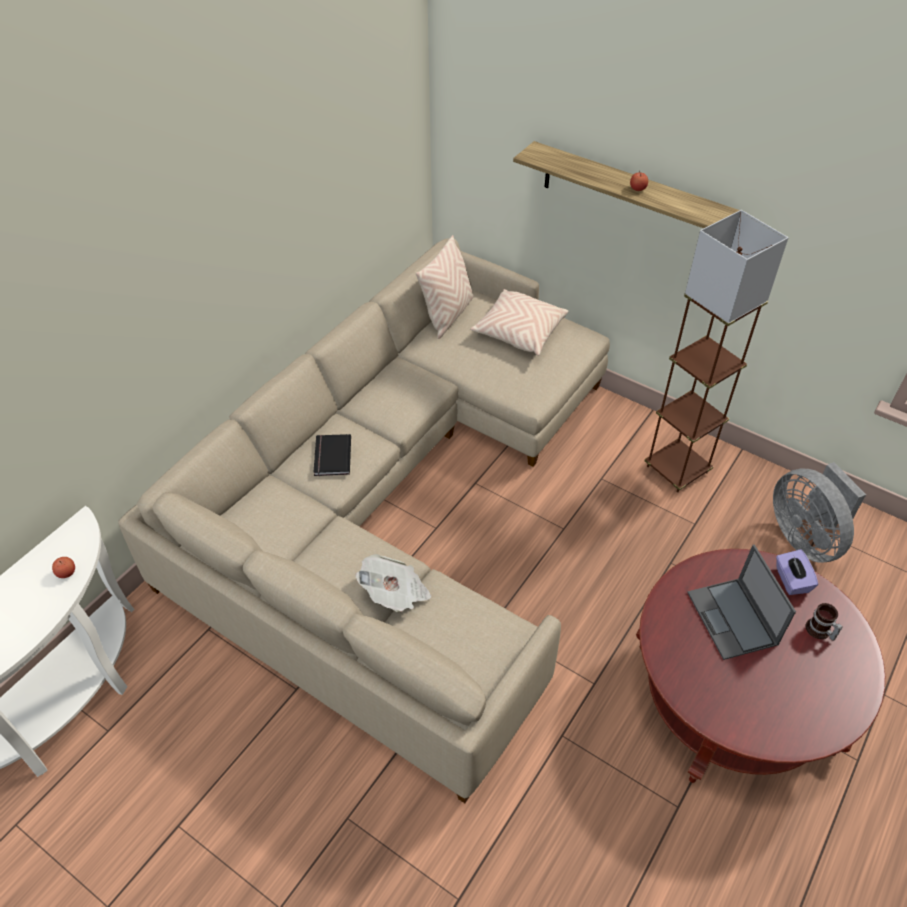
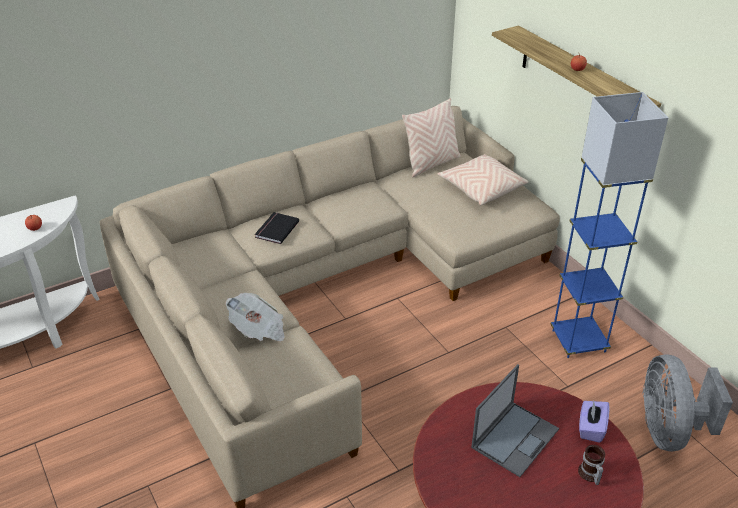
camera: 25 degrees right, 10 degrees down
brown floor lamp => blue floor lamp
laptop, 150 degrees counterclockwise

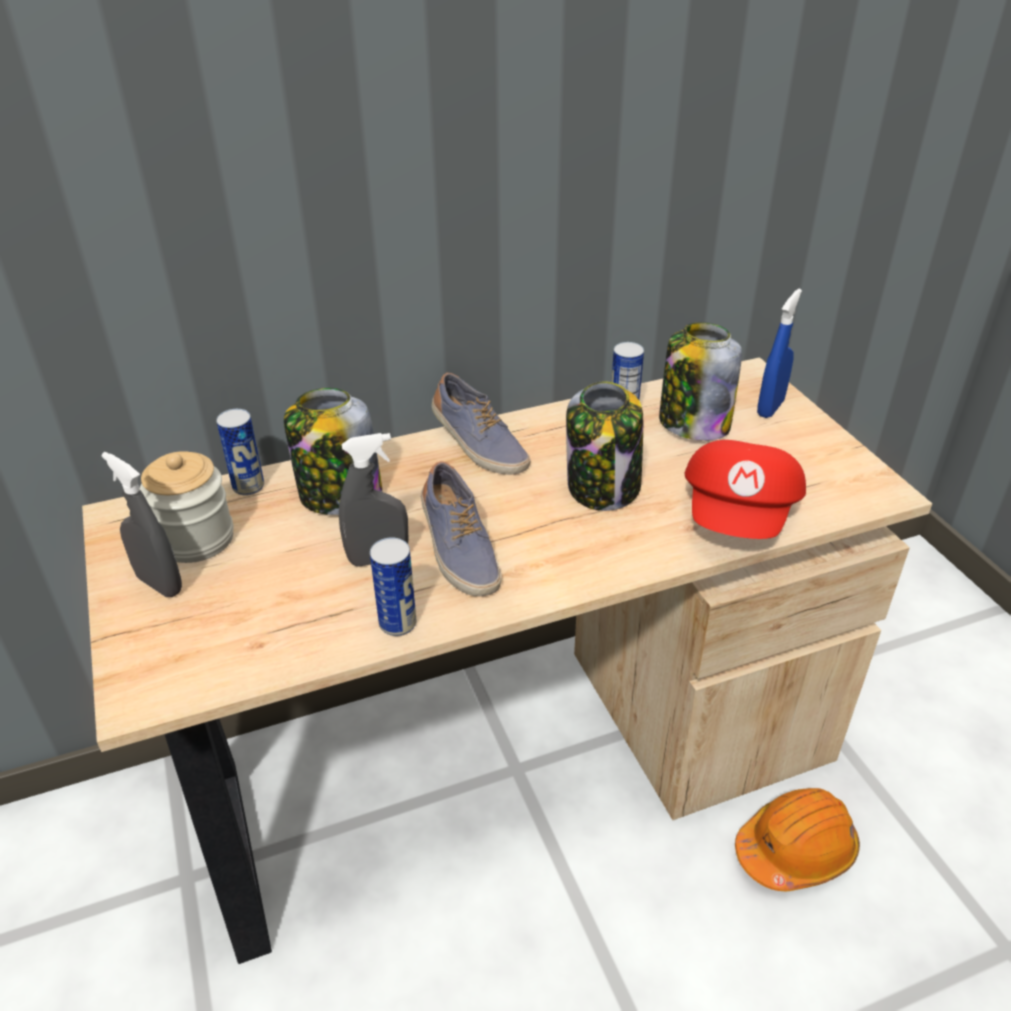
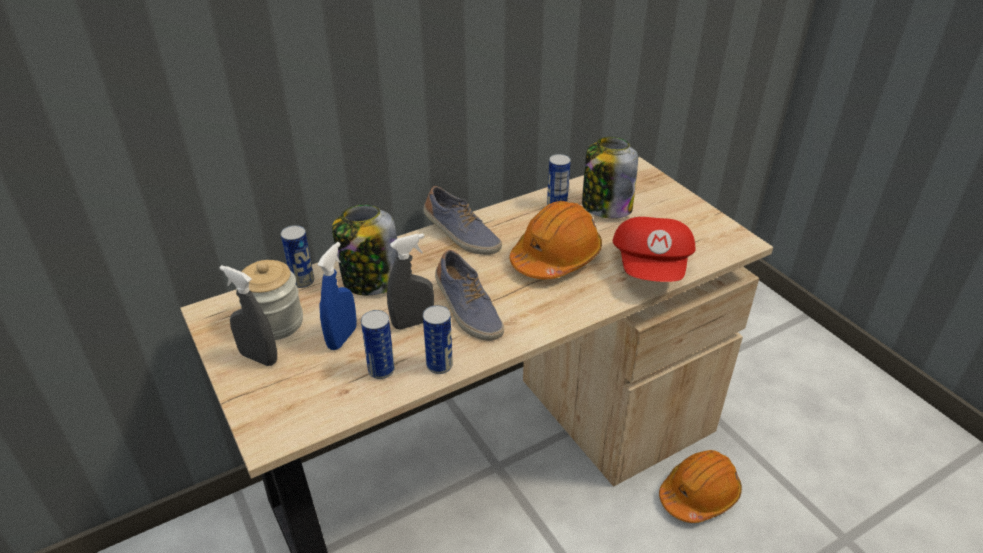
camera: 10 degrees left, 0 degrees up
nothing => can (no. 2 from left)
blue spray bottle, relocated
jar (no. 3 from left) => orange hard hat (no. 1 from left)

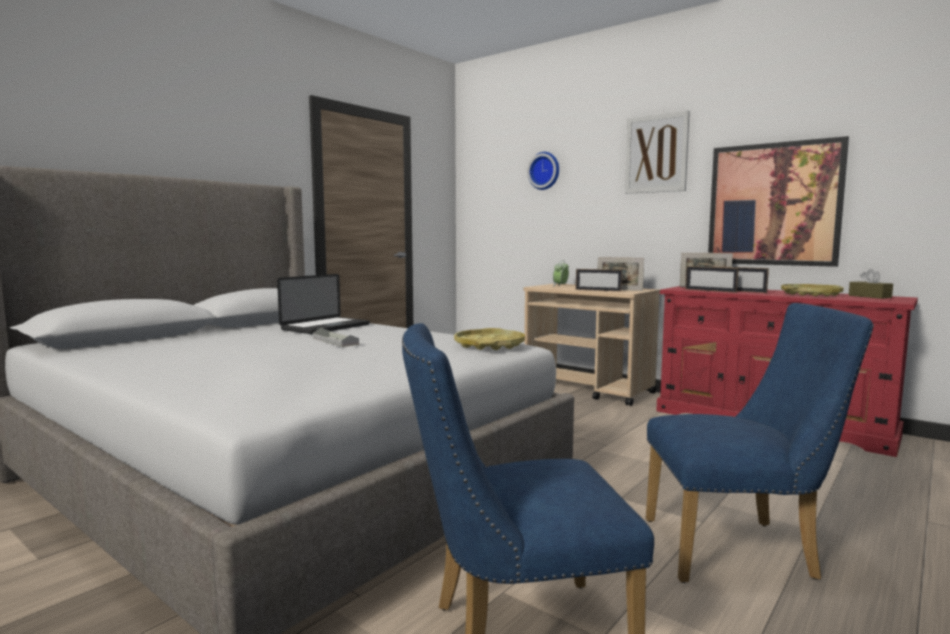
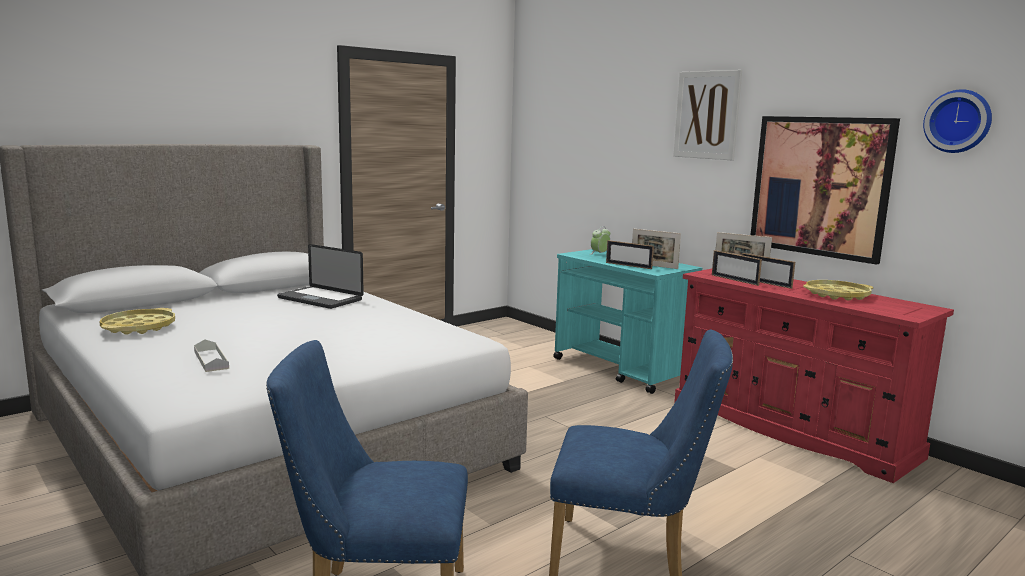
camera: 10 degrees right, 5 degrees up
brown tissue box => nothing
grey tray, relocated
yellow tray (no. 1 from left), relocated
wall clock, relocated
beige cart => turquoise cart
laptop, 75 degrees clockwise

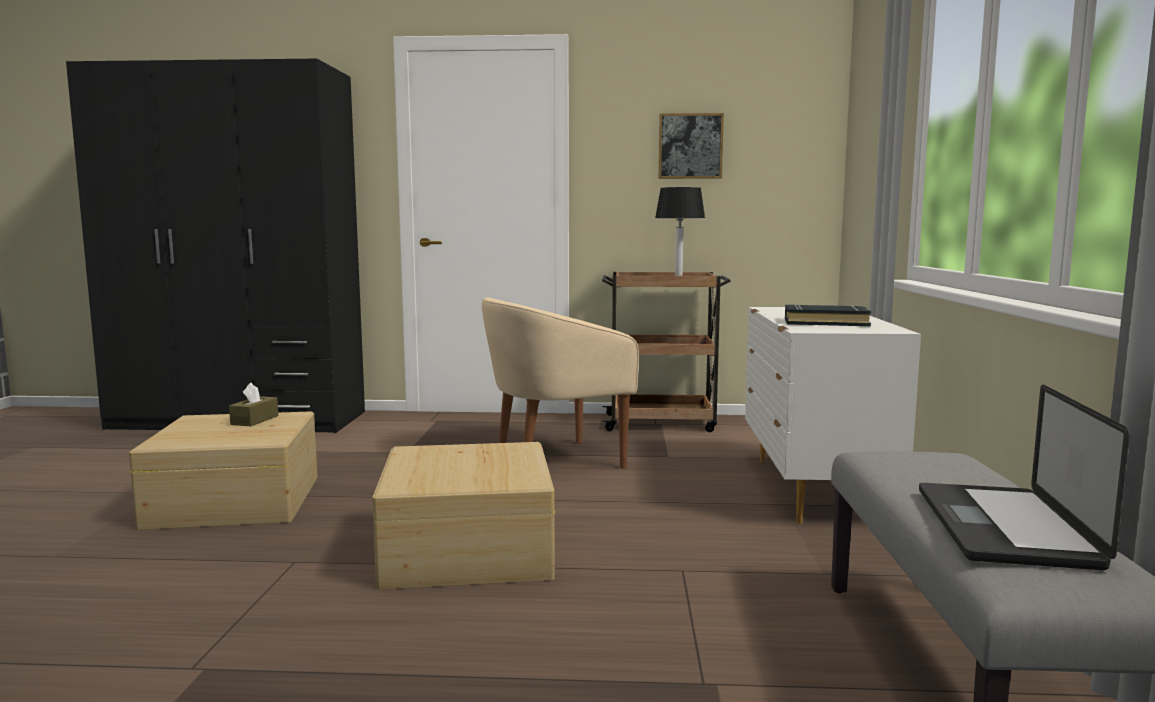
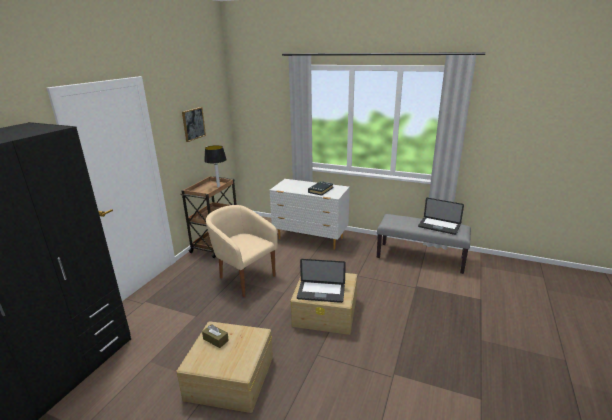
camera: 70 degrees left, 15 degrees up
nothing => laptop (no. 1 from left)
beige armchair, 135 degrees clockwise

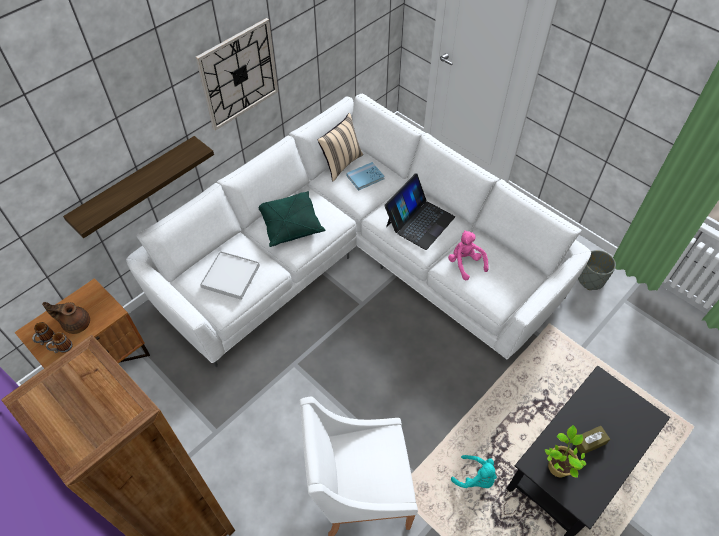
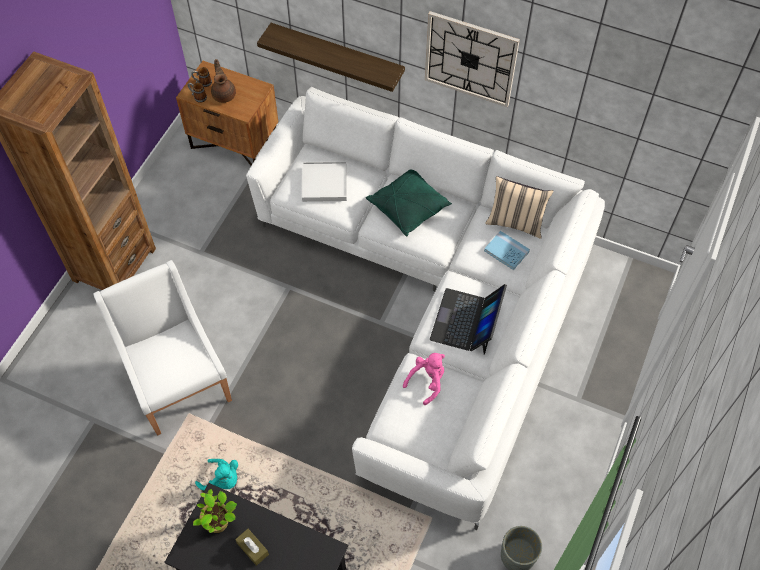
camera: 70 degrees right, 5 degrees up
laptop, 90 degrees clockwise
turquoise plush toy, 75 degrees counterclockwise

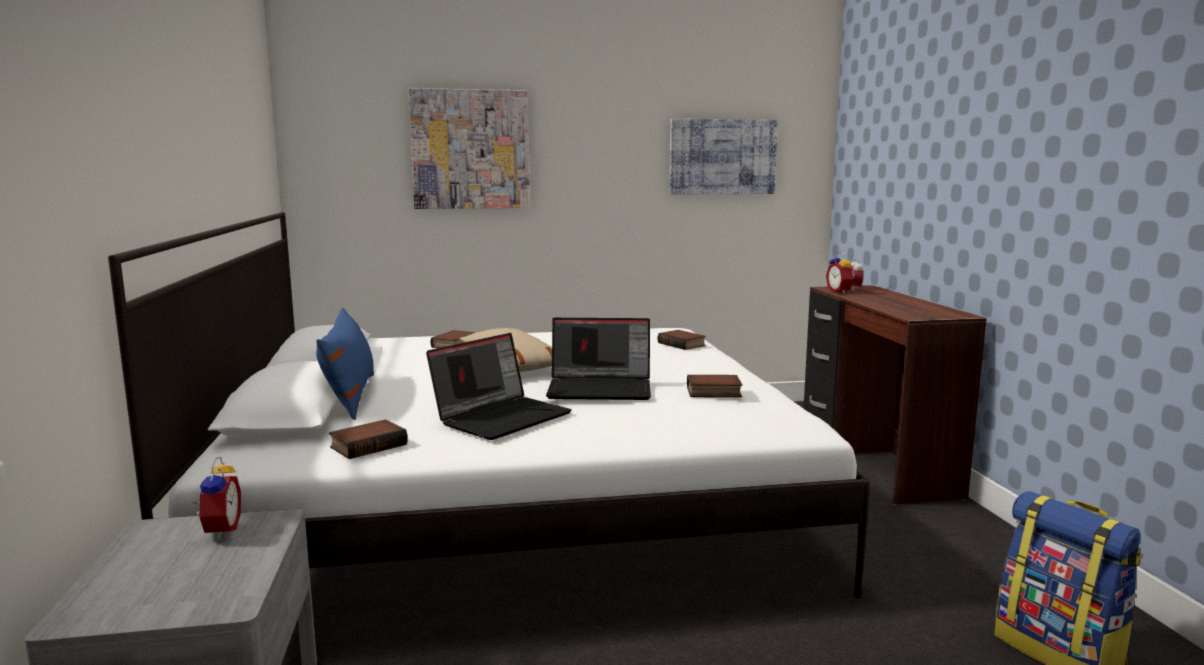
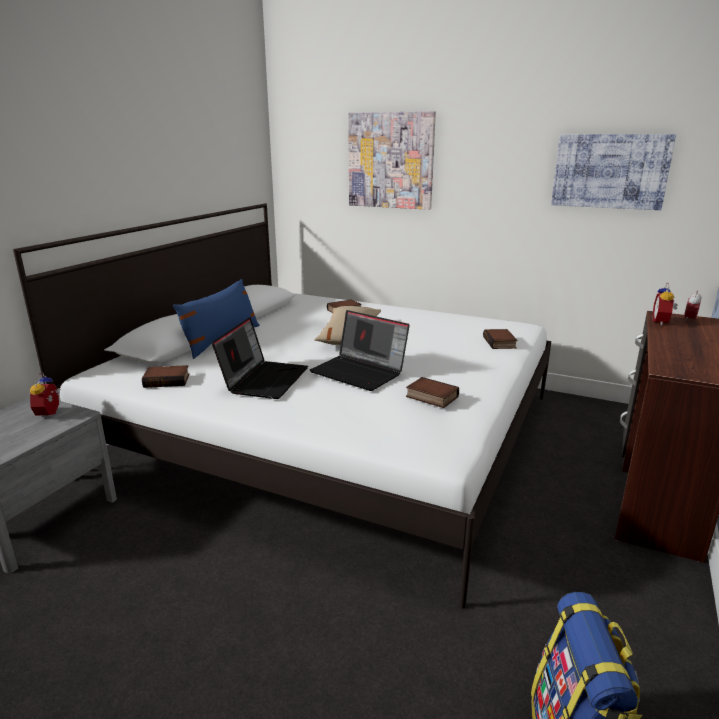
camera: 35 degrees right, 10 degrees up
alarm clock (no. 1 from left), 150 degrees clockwise
laptop (no. 1 from left), 60 degrees counterclockwise

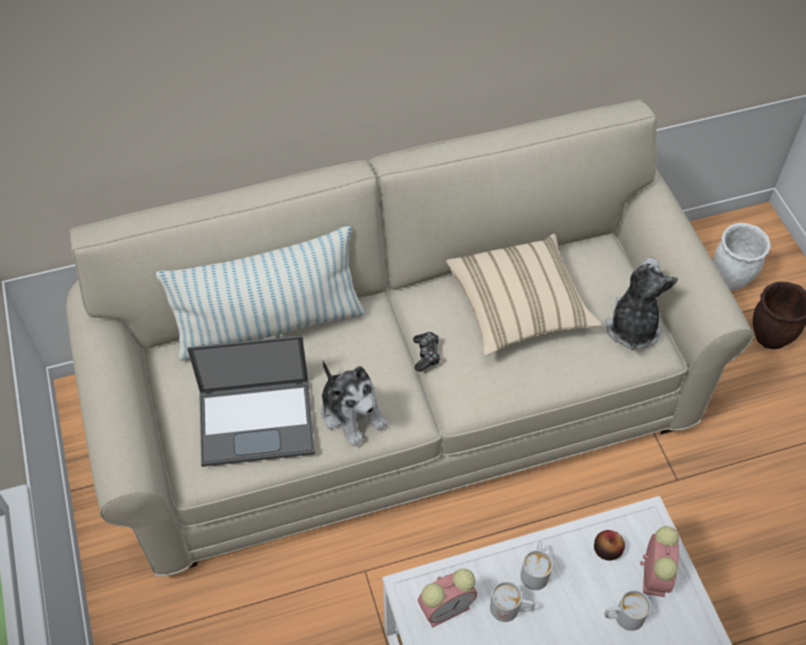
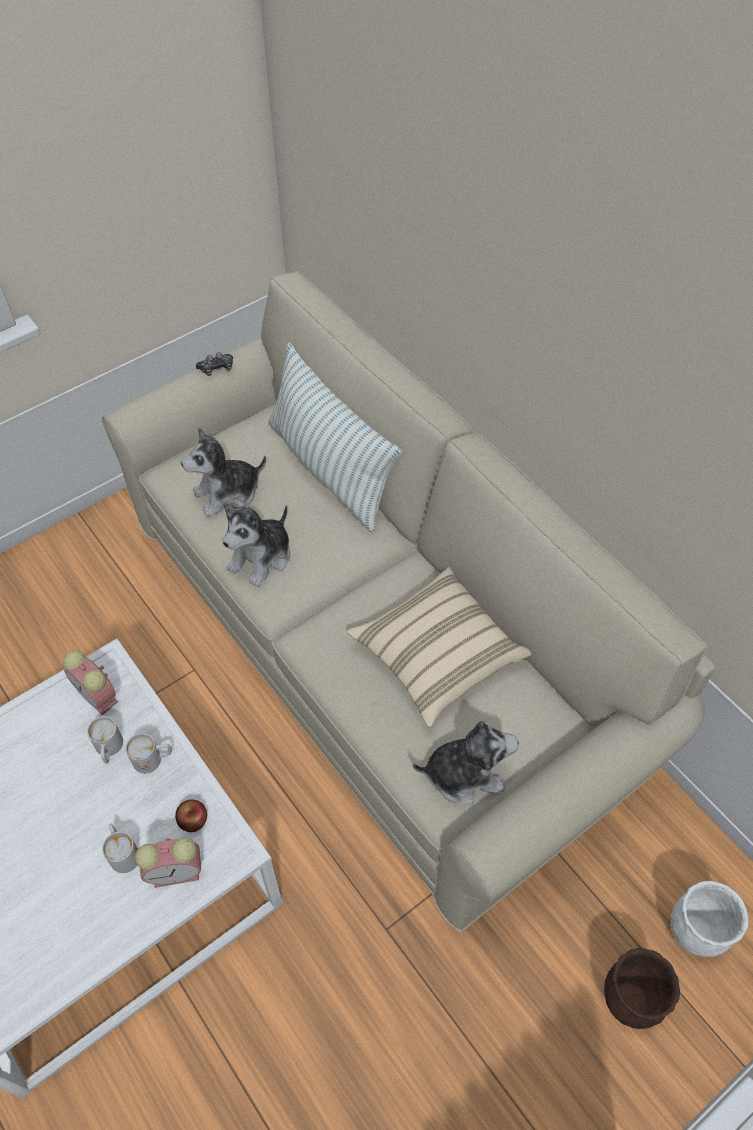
camera: 70 degrees right, 0 degrees up
game controller, relocated
laptop => plush toy (no. 1 from left)

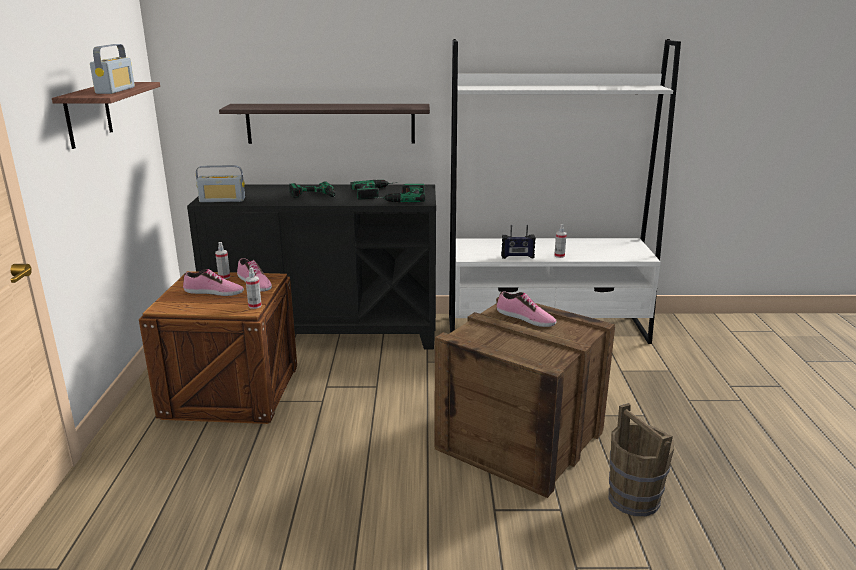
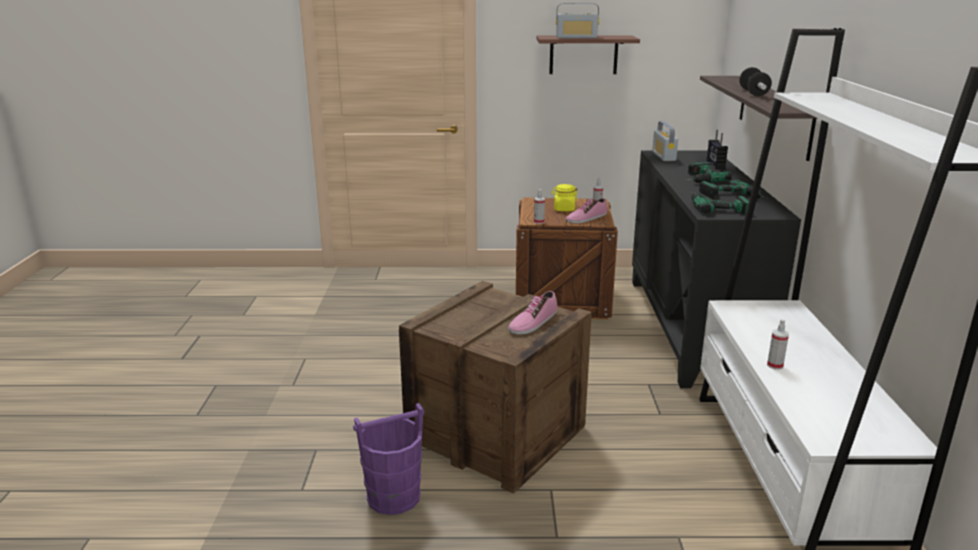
camera: 90 degrees right, 0 degrees up
nothing => dumbbell
radio (no. 3 from left), relocated
shoe (no. 1 from left) => yellow jar
brown bucket => purple bucket

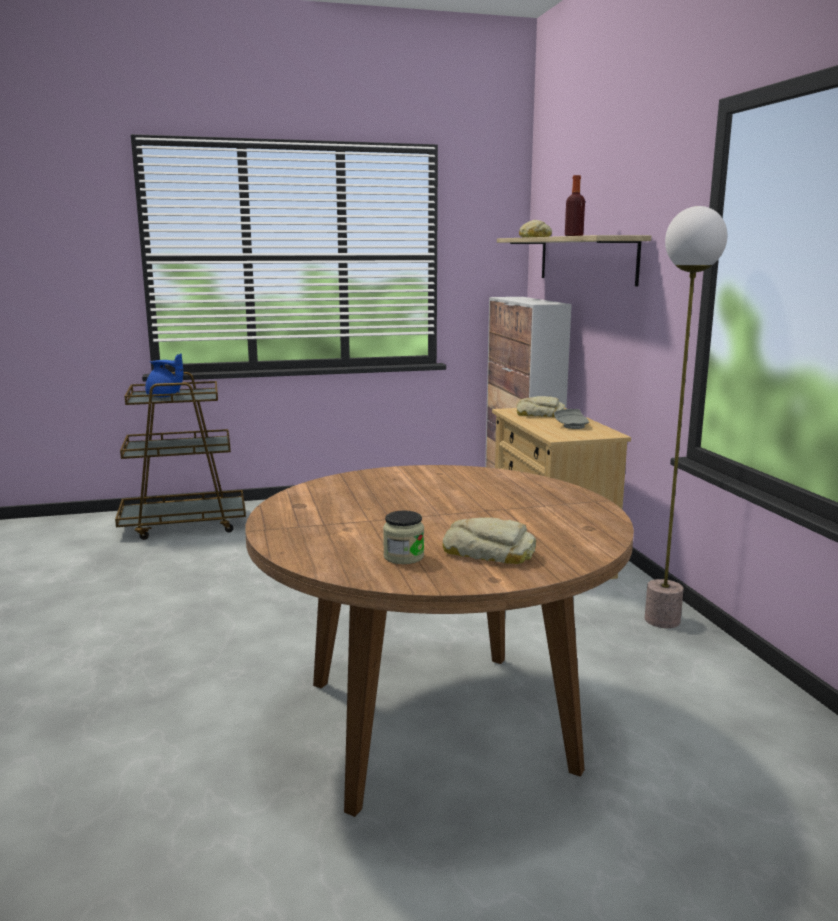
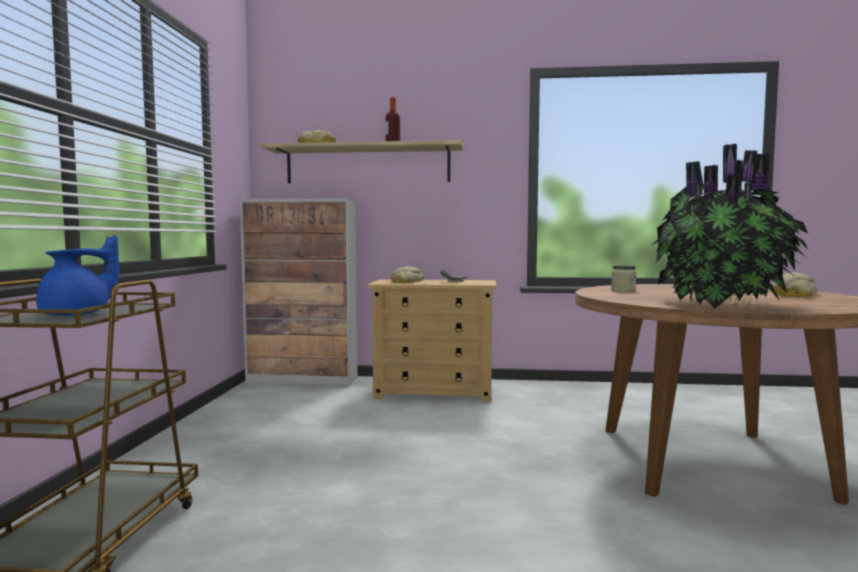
camera: 70 degrees left, 10 degrees down
floor lamp => nothing
nothing => potted plant
jar, relocated

